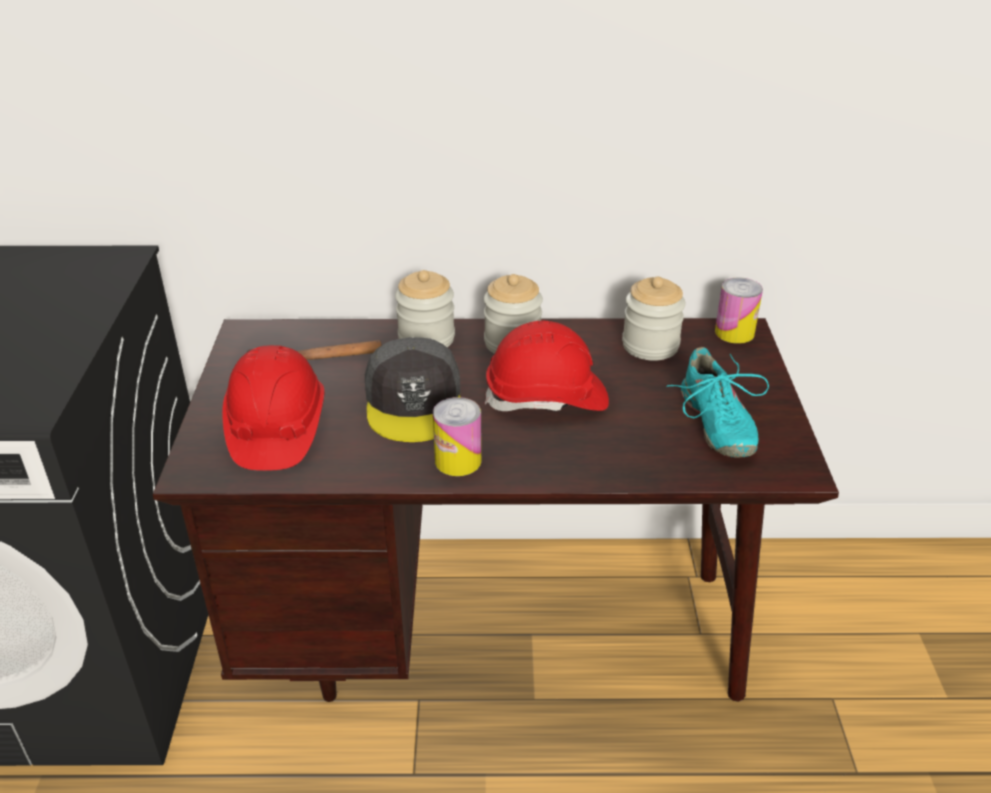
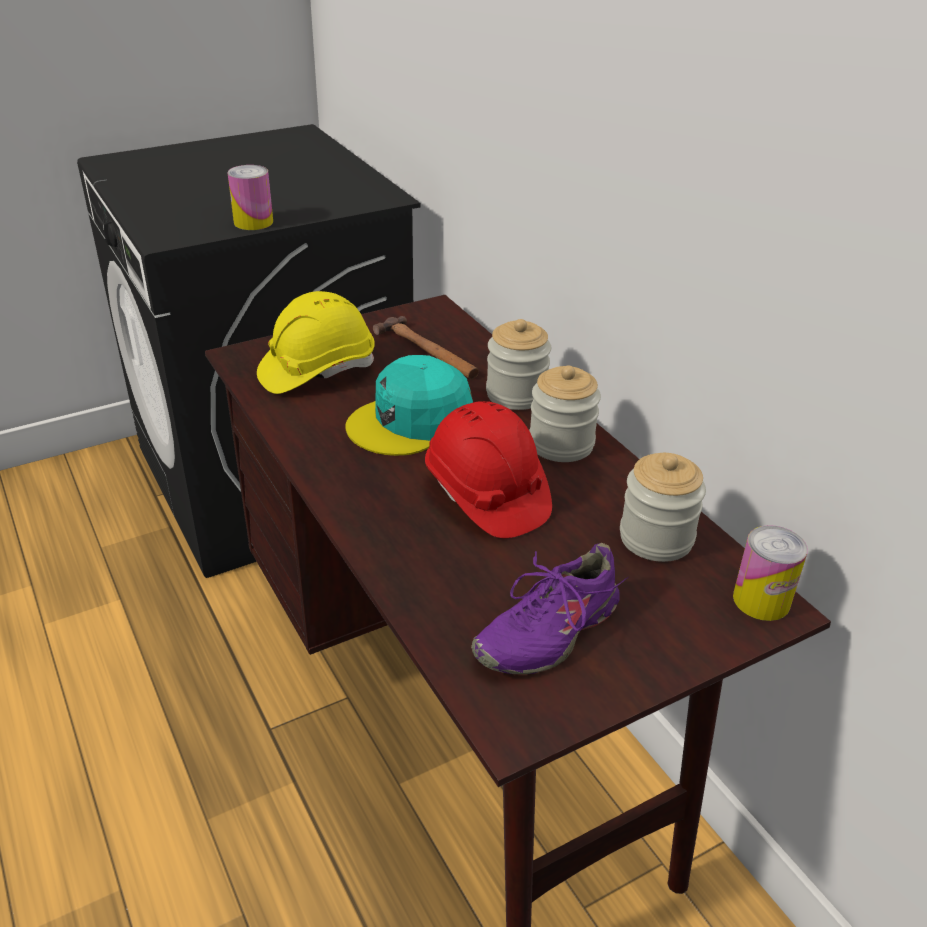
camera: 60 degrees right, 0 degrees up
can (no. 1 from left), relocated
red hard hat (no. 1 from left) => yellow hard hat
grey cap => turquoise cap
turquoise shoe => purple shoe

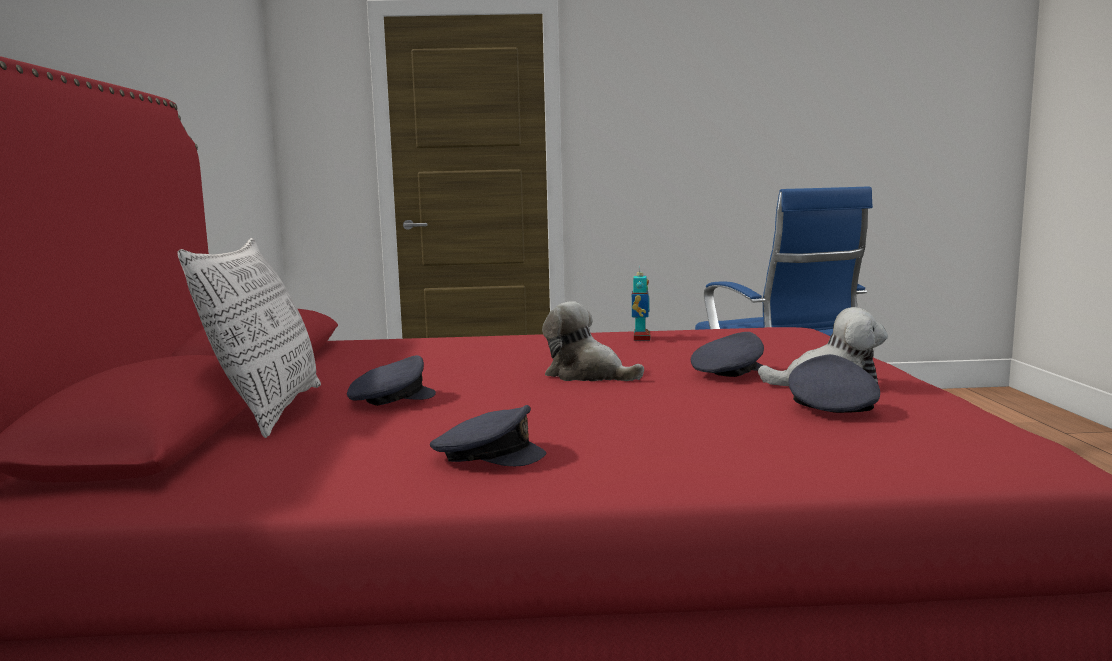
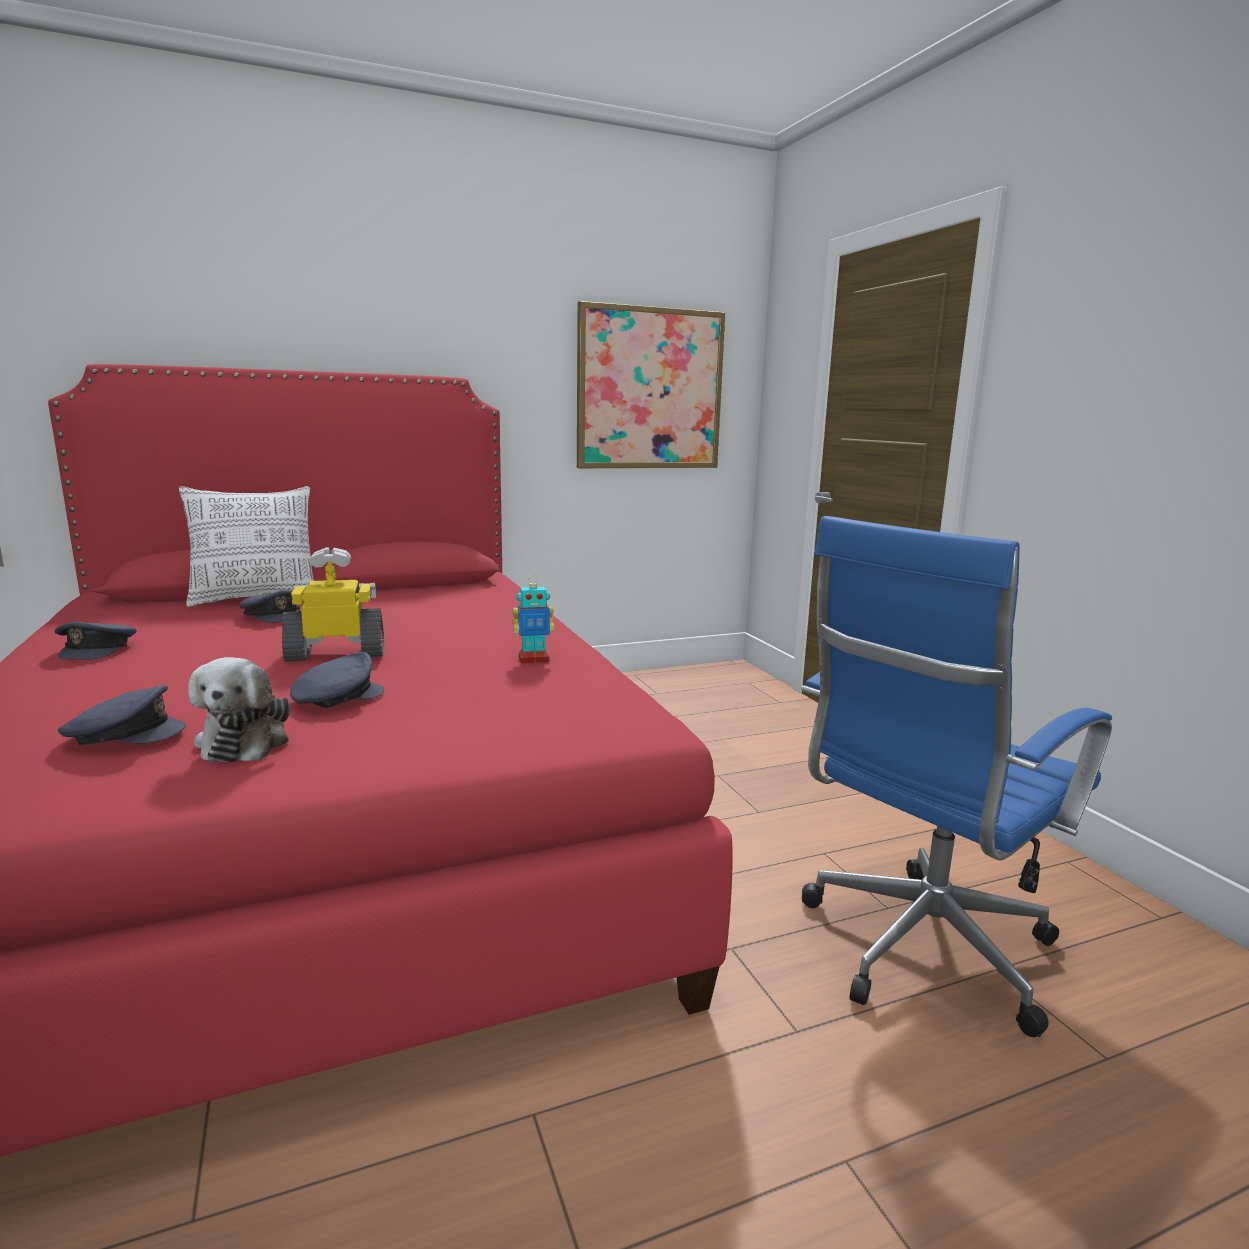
camera: 70 degrees right, 5 degrees up
nothing => picture
plush toy (no. 1 from left) => toy robot (no. 1 from left)
grey cap (no. 3 from left in the first image) => grey cap (no. 4 from left), 75 degrees counterclockwise

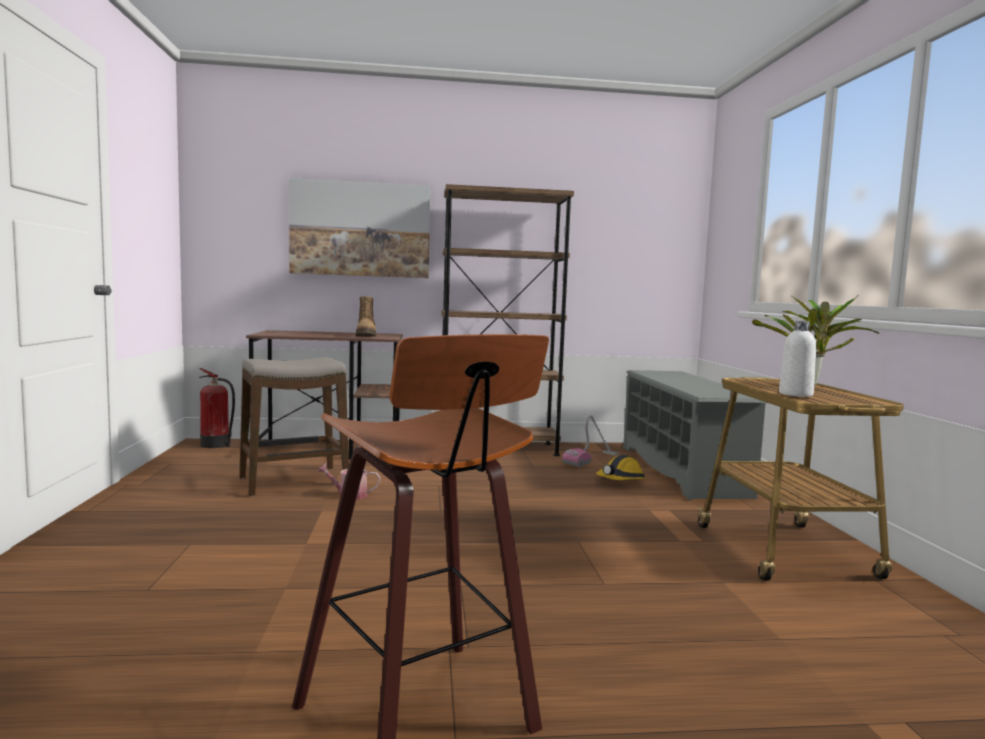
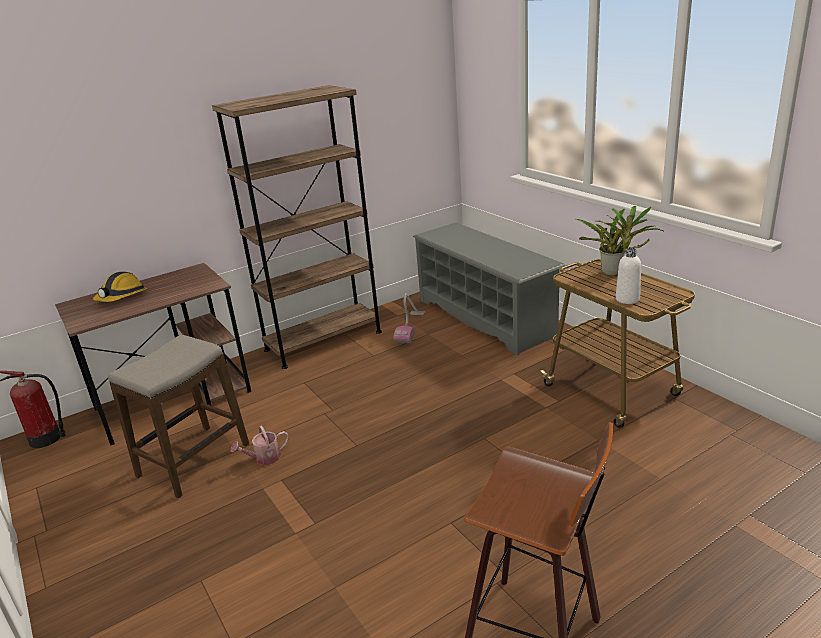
camera: 25 degrees left, 20 degrees up
picture => nothing
boot => nothing
hard hat, relocated

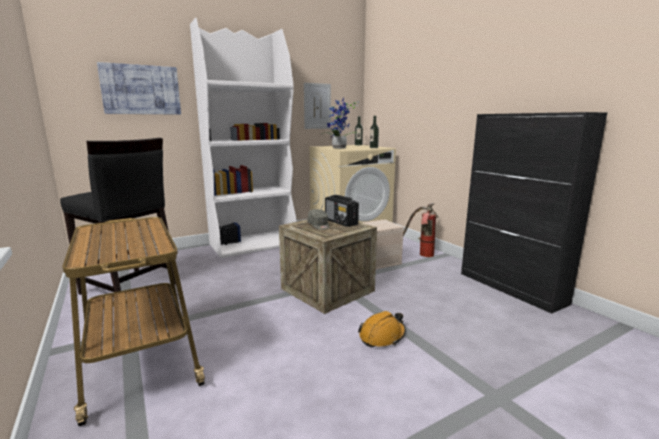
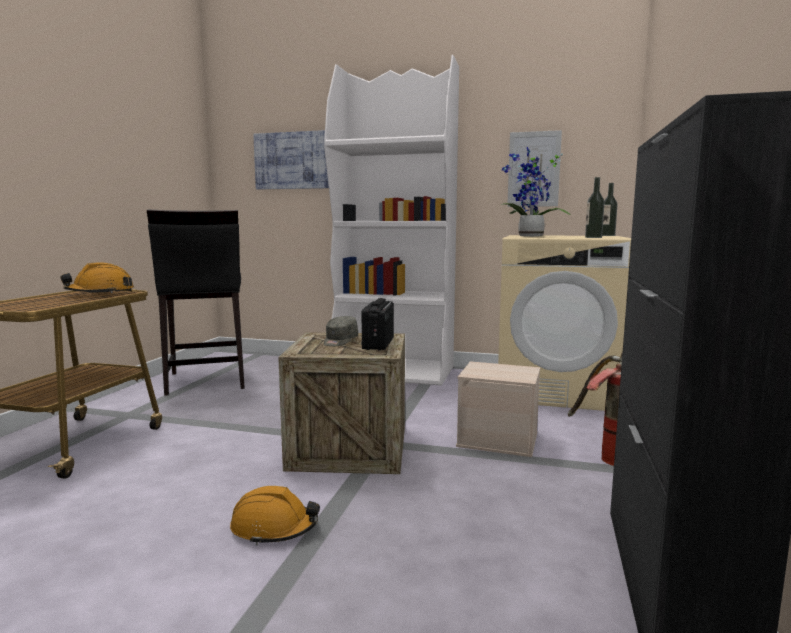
camera: 45 degrees right, 5 degrees down
nothing => orange hard hat (no. 1 from left)

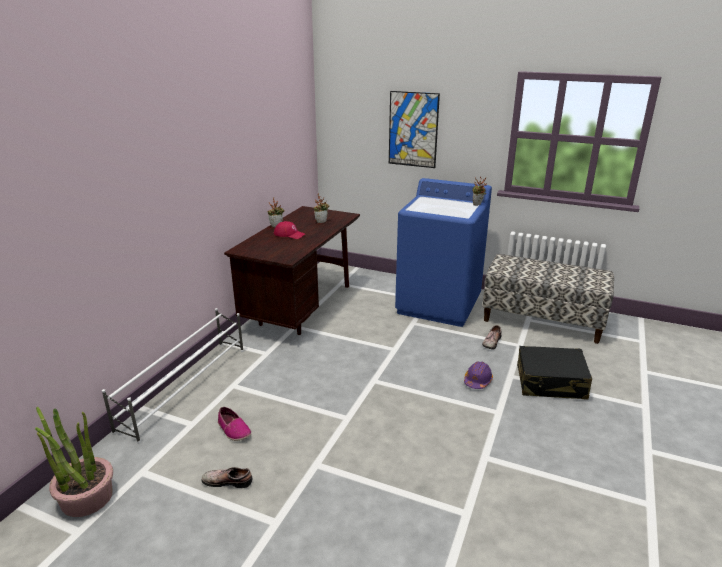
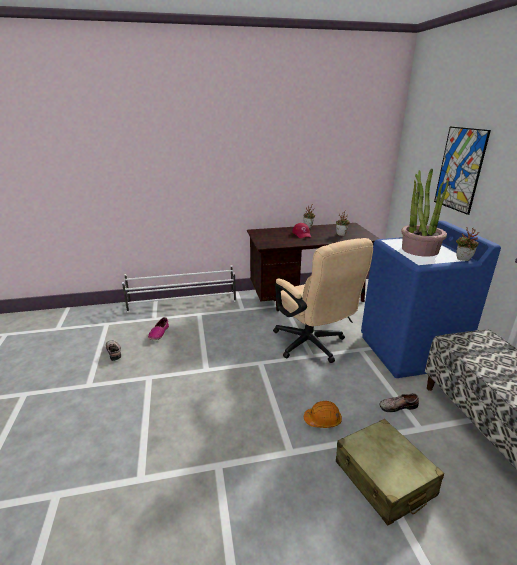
camera: 55 degrees right, 0 degrees up
nothing => beige office chair
potted plant (no. 1 from left in the first image) => potted plant (no. 3 from left), relocated
purple hard hat => orange hard hat
black suitcase => beige suitcase

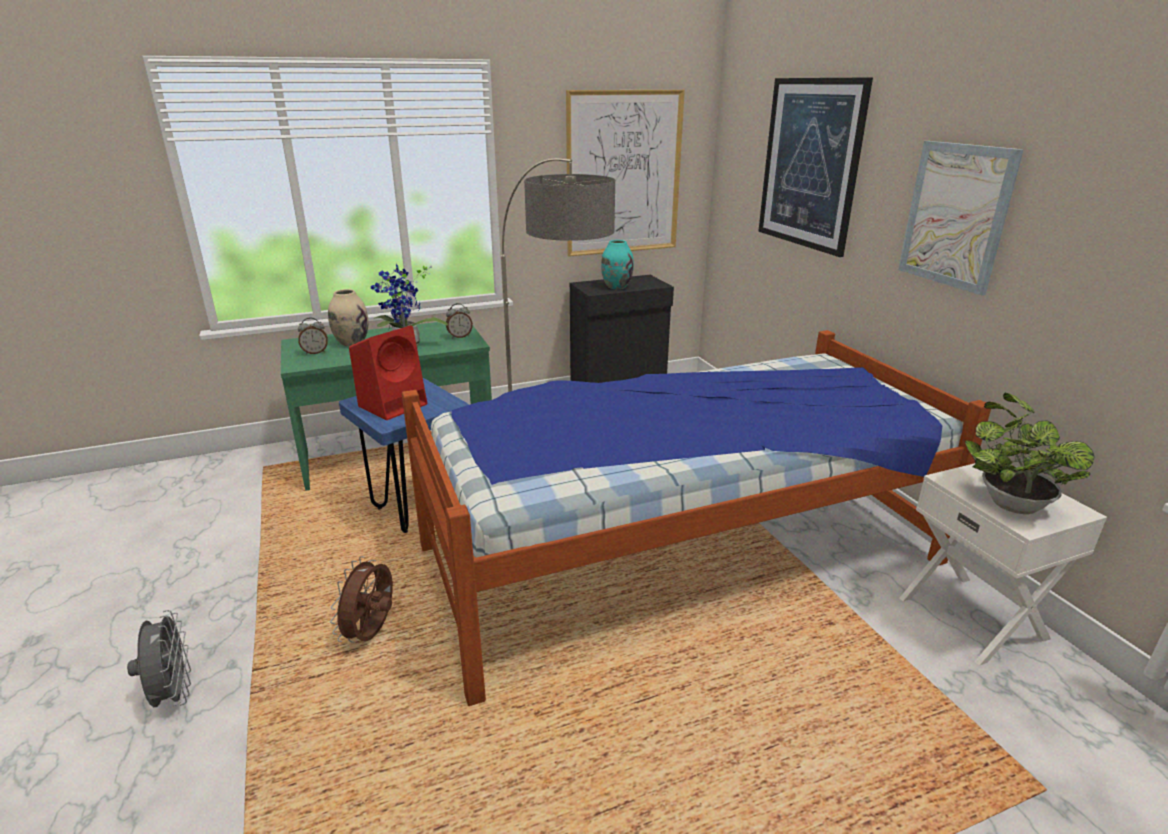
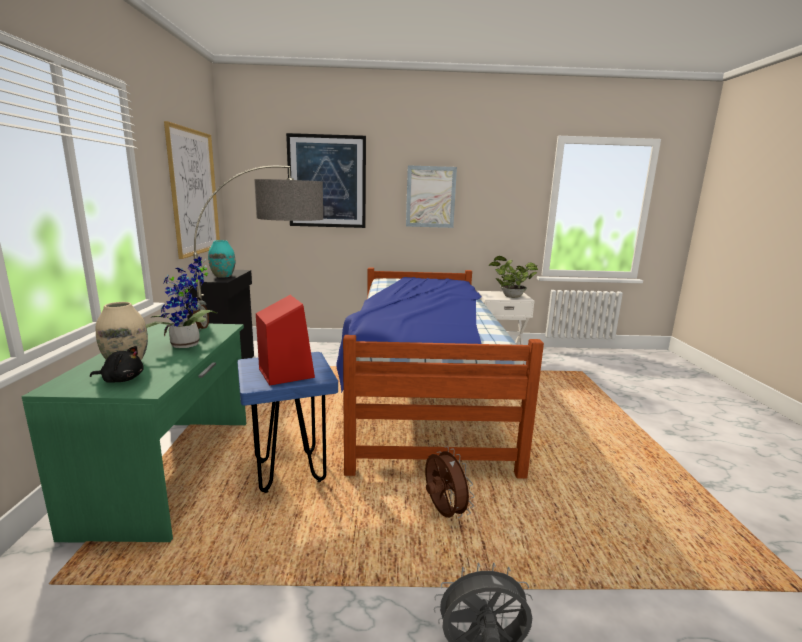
camera: 70 degrees left, 10 degrees down
alarm clock (no. 1 from left) => black plush toy
brown fan, 150 degrees counterclockwise

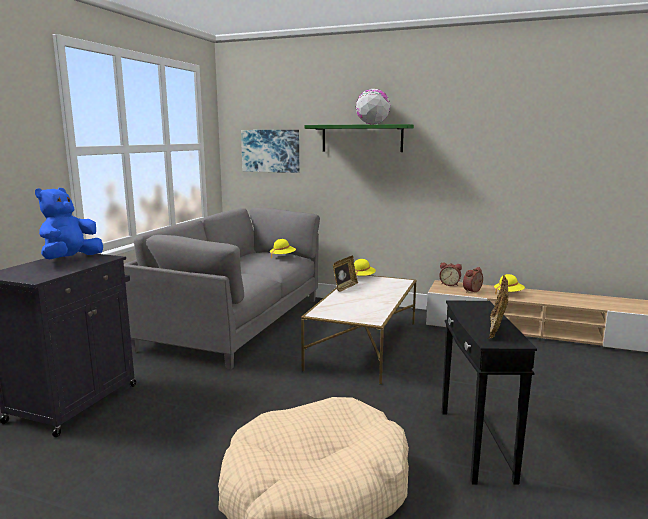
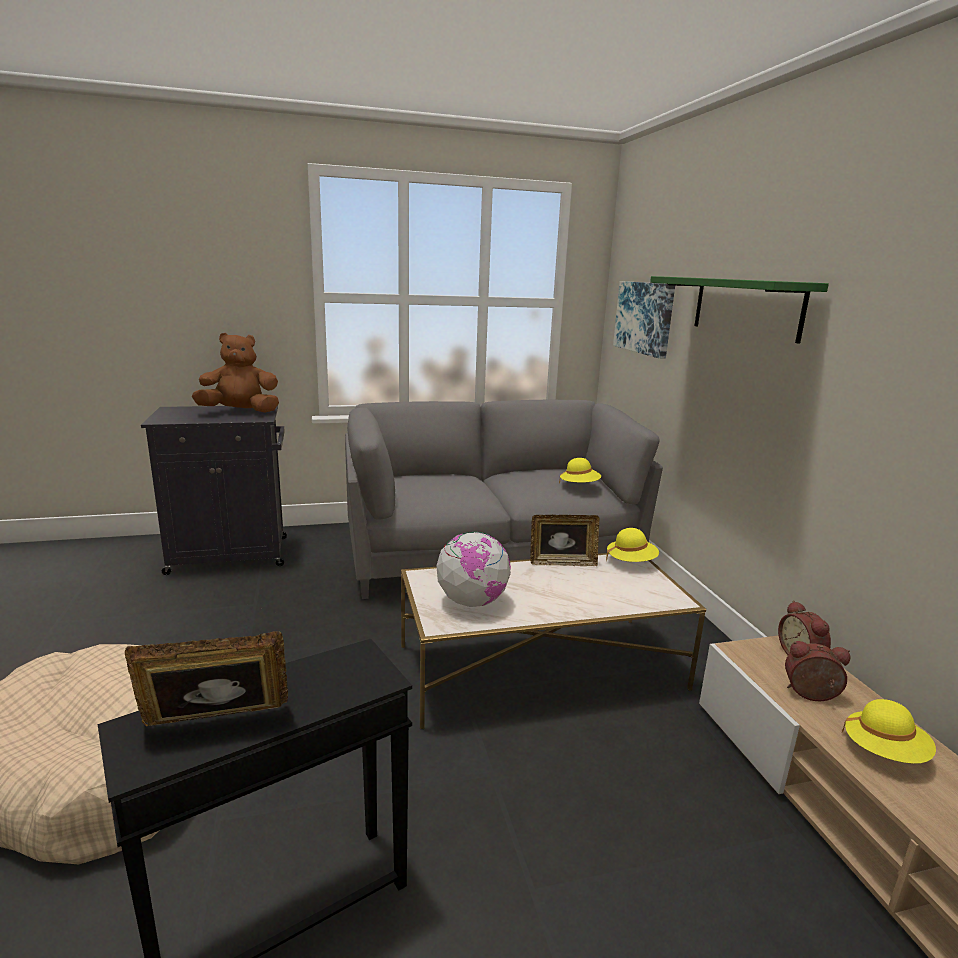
camera: 55 degrees right, 5 degrees up
globe, relocated
blue plush toy => brown plush toy

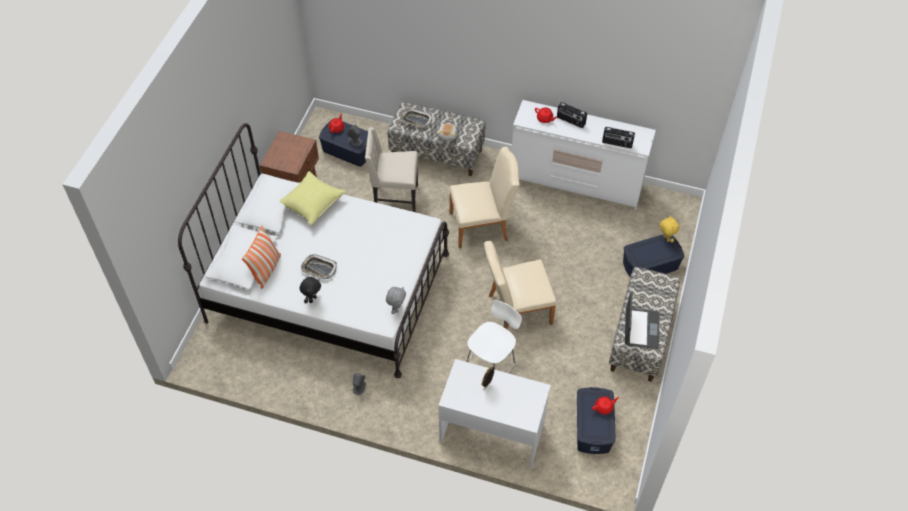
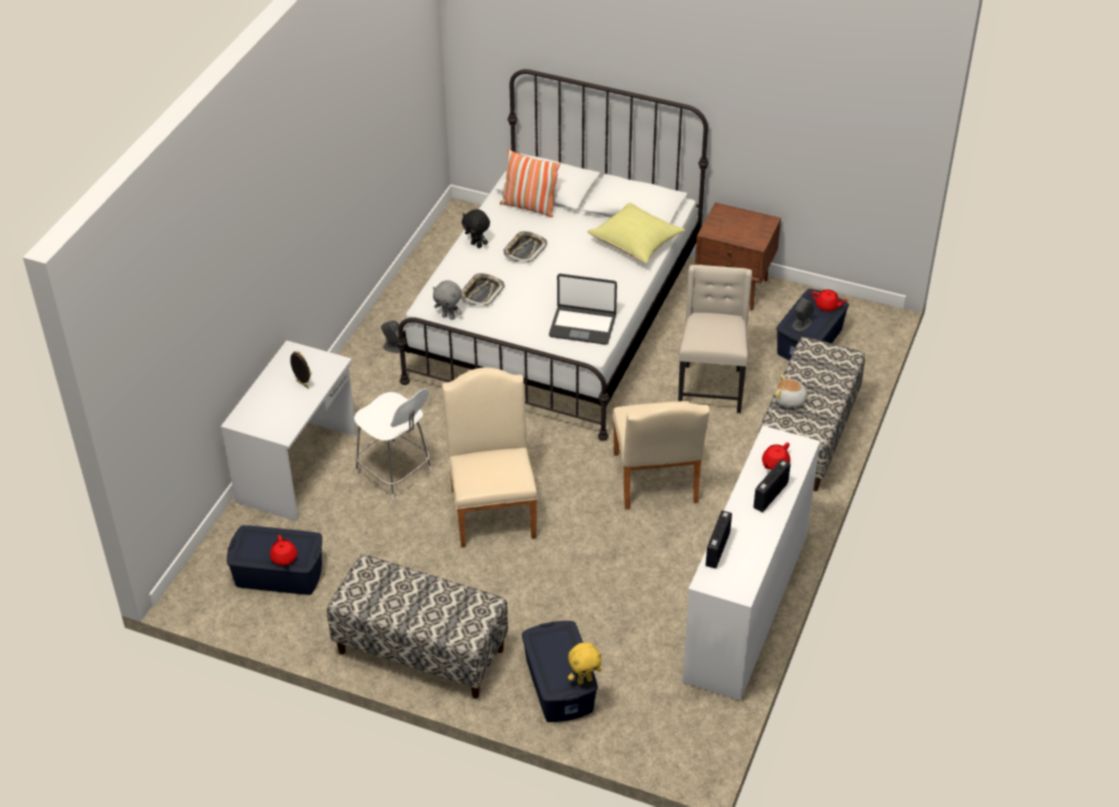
camera: 95 degrees right, 10 degrees down
tray (no. 2 from left in the first image) => tray (no. 1 from left), relocated
laptop, relocated

